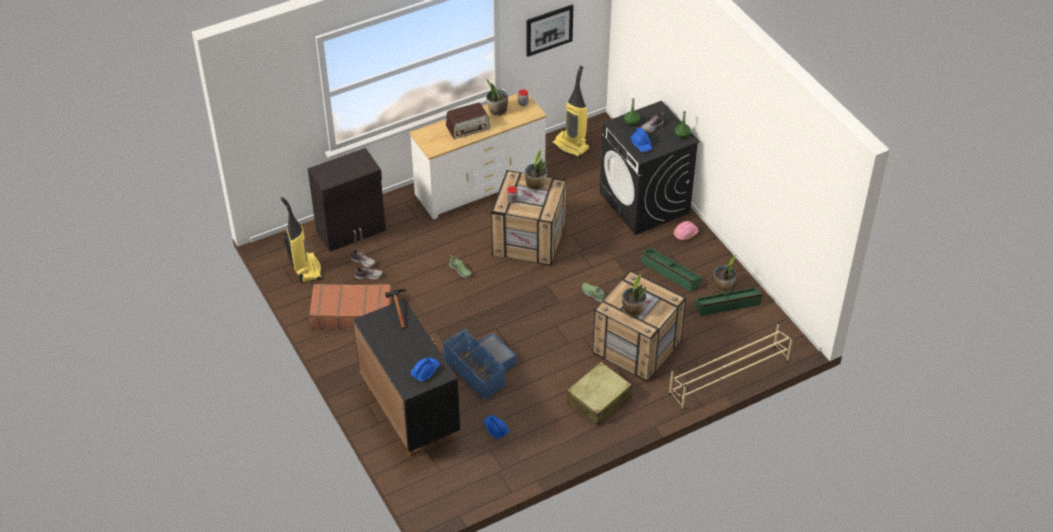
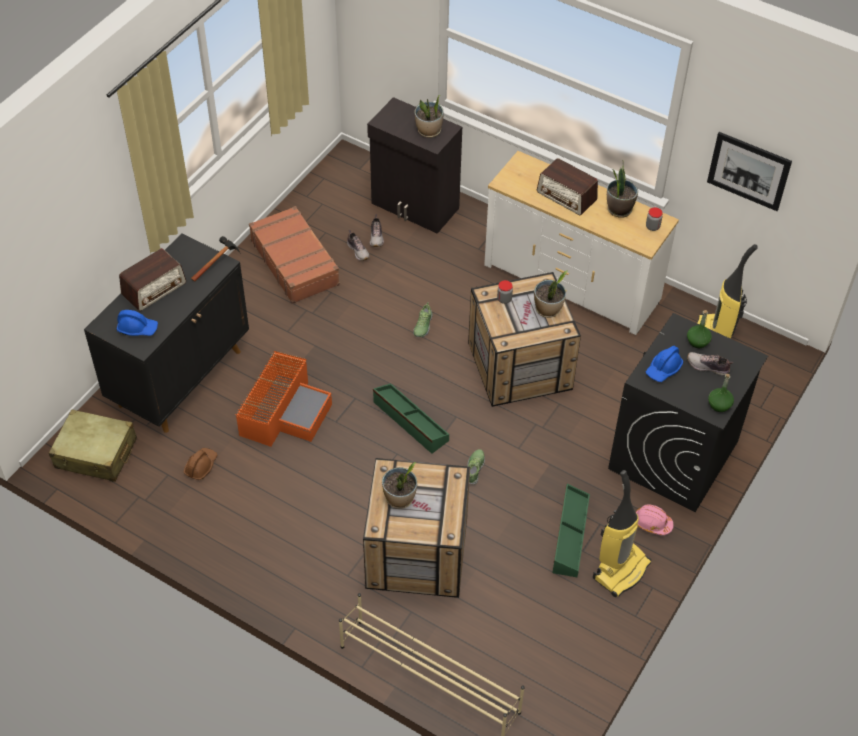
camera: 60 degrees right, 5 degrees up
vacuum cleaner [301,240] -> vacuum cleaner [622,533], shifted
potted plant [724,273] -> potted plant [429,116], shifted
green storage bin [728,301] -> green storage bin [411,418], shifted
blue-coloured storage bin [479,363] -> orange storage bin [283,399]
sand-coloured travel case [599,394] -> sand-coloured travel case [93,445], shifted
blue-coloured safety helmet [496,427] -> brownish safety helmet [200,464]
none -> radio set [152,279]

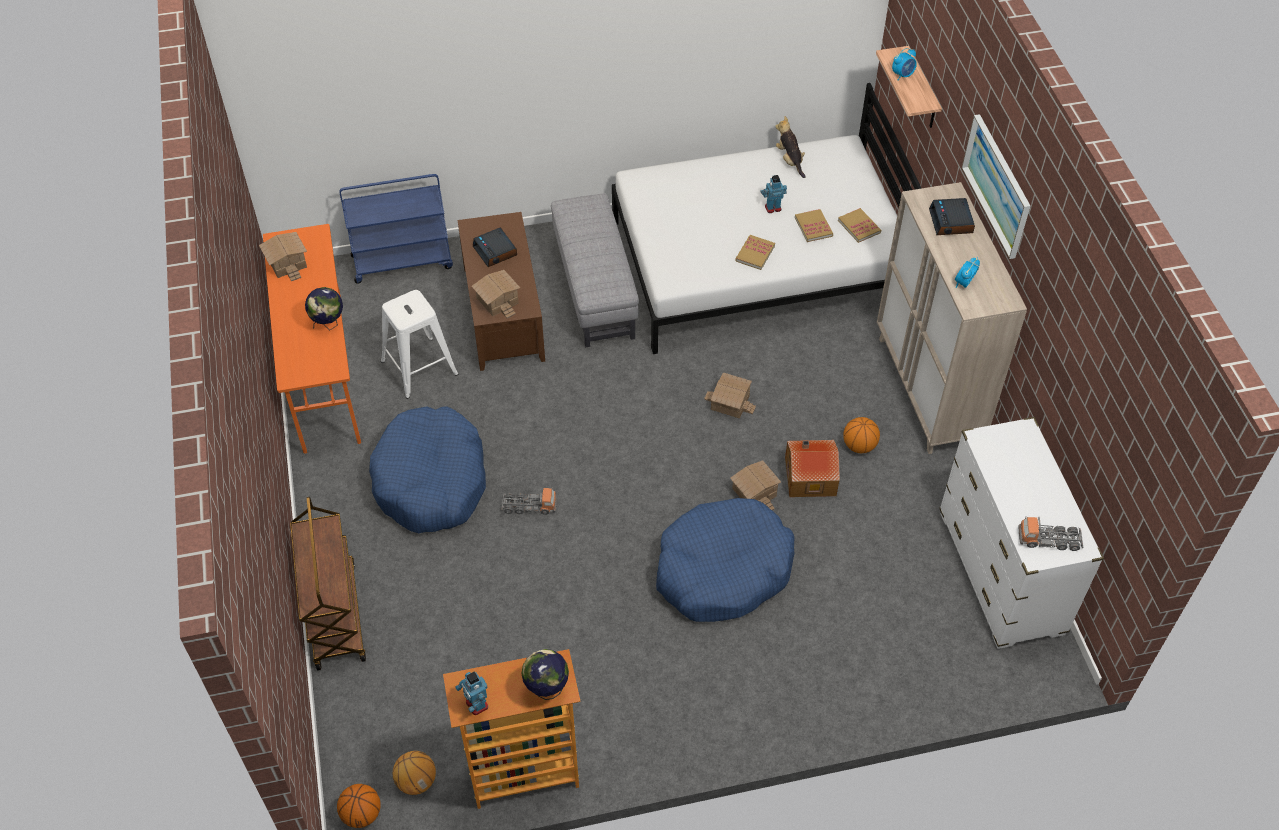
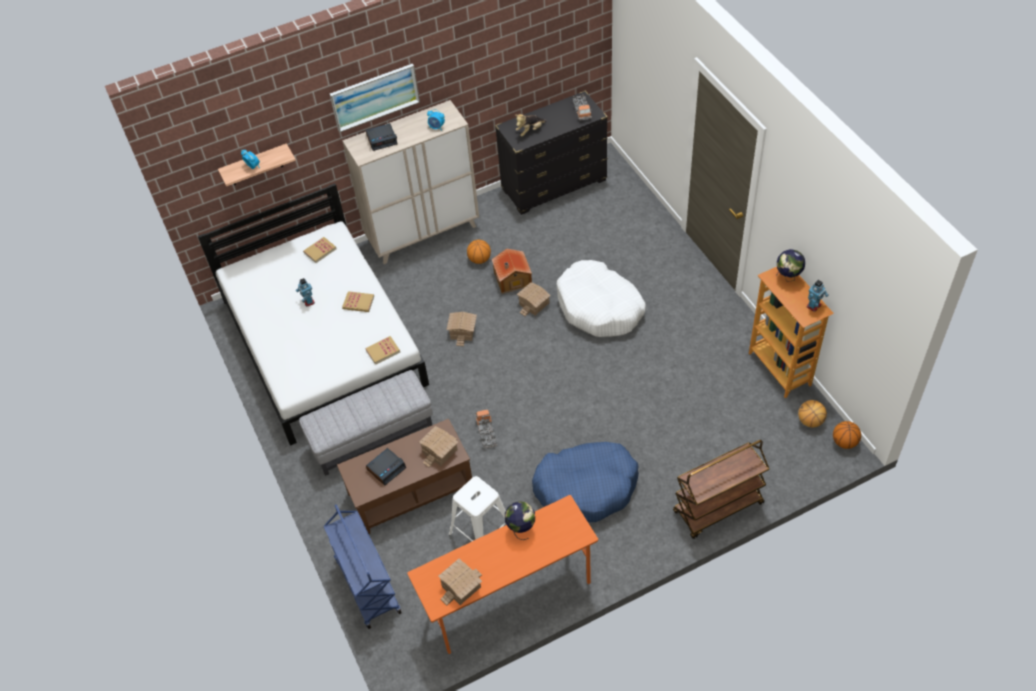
camera: 100 degrees left, 0 degrees up
soft toy [790,147] -> soft toy [531,125], shifted
volume [814,225] -> volume [382,350], shifted
white dresser [1021,533] -> black dresser [551,153]
model truck [529,501] -> model truck [486,429], shifted
blue-coloured pet bed [725,560] -> white pet bed [601,298]

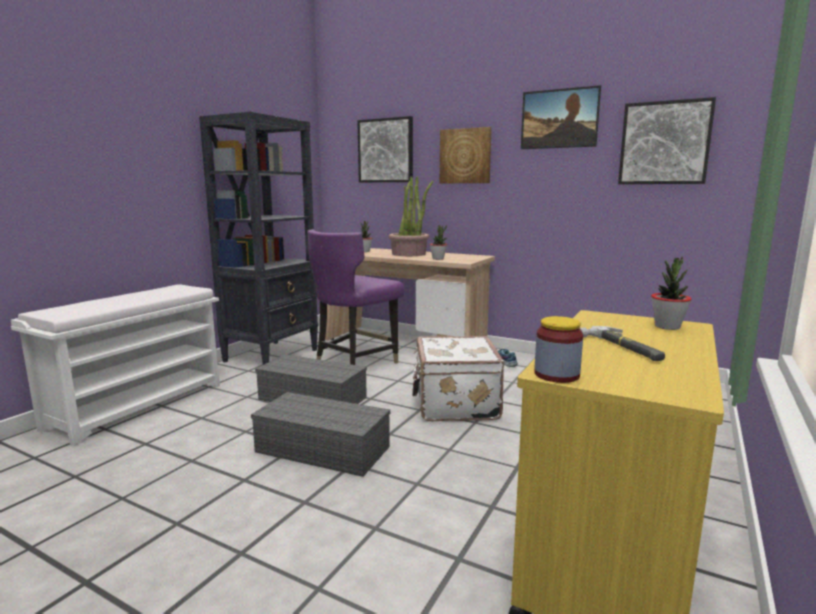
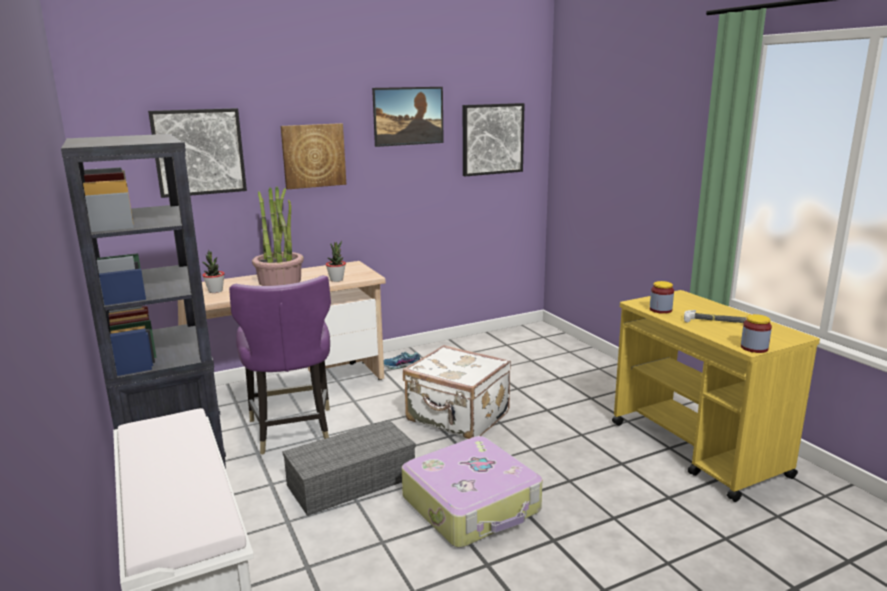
camera: 55 degrees left, 5 degrees up
potted plant [671,293] -> none
grey storage bin [320,434] -> travel case [472,491]
none -> jar [662,297]

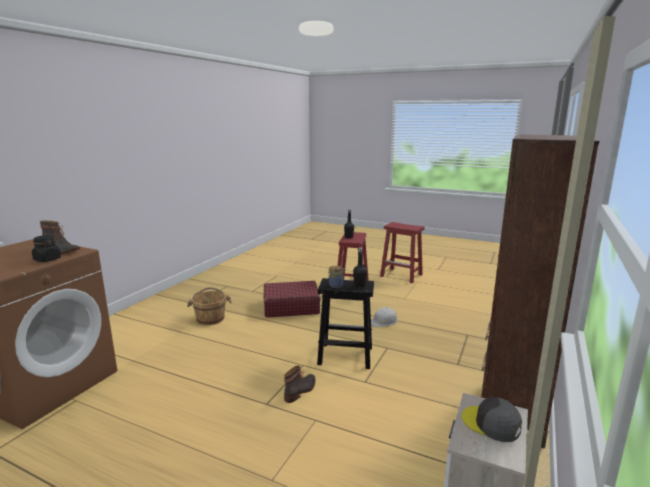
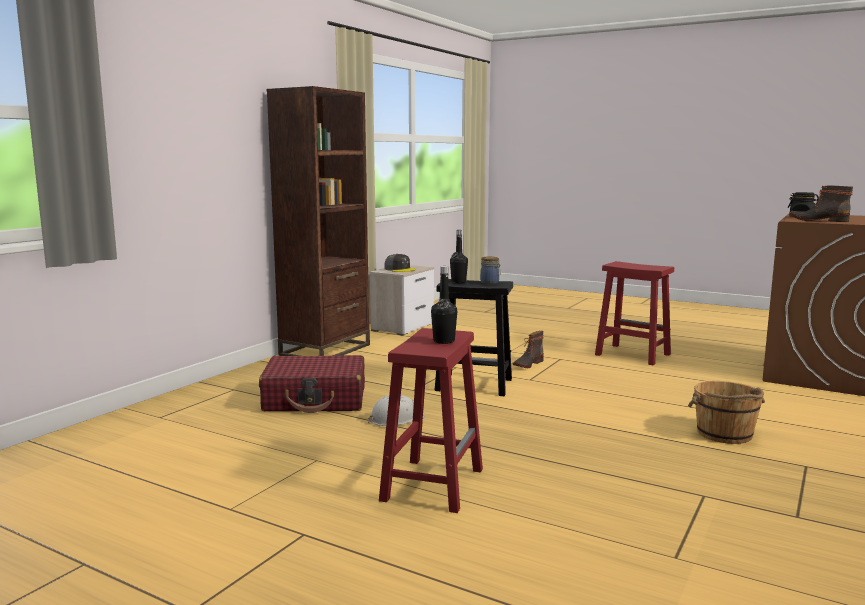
camera: 175 degrees left, 5 degrees down
reddish stool seat [402,252] -> reddish stool seat [634,313], shifted
reddish travel case [292,299] -> reddish travel case [312,384], shifted

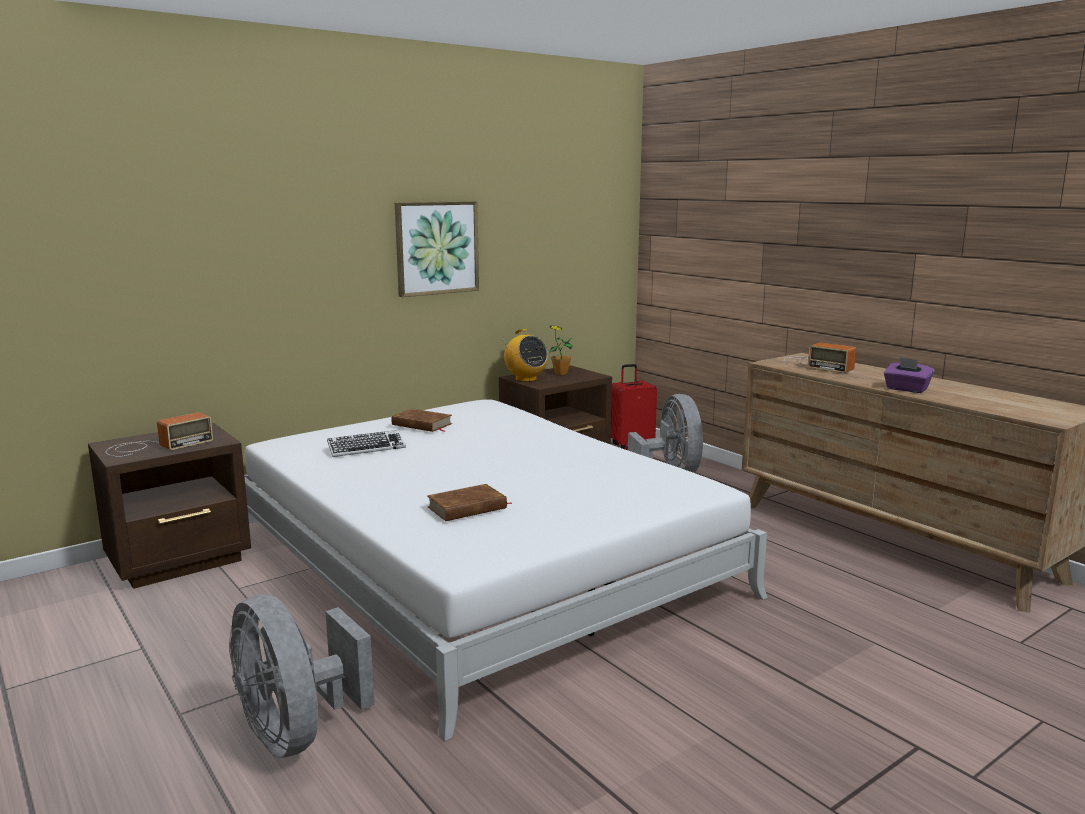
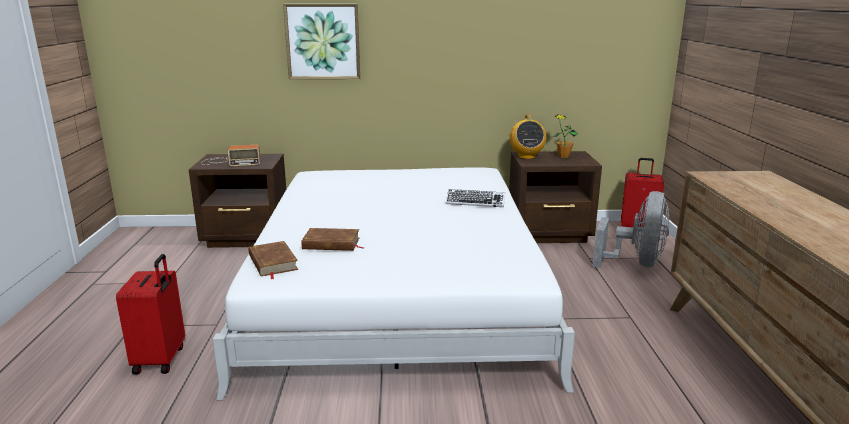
camera: 35 degrees right, 5 degrees up
wall art [437,249] -> wall art [321,41], shifted
radio set [820,358] -> none
purple tissue holder [909,375] -> none
brownish volume [421,420] -> brownish volume [273,260], shifted
PC keyboard [366,443] -> PC keyboard [475,198], shifted
grey electric fan [302,676] -> reddish travel case [150,314]

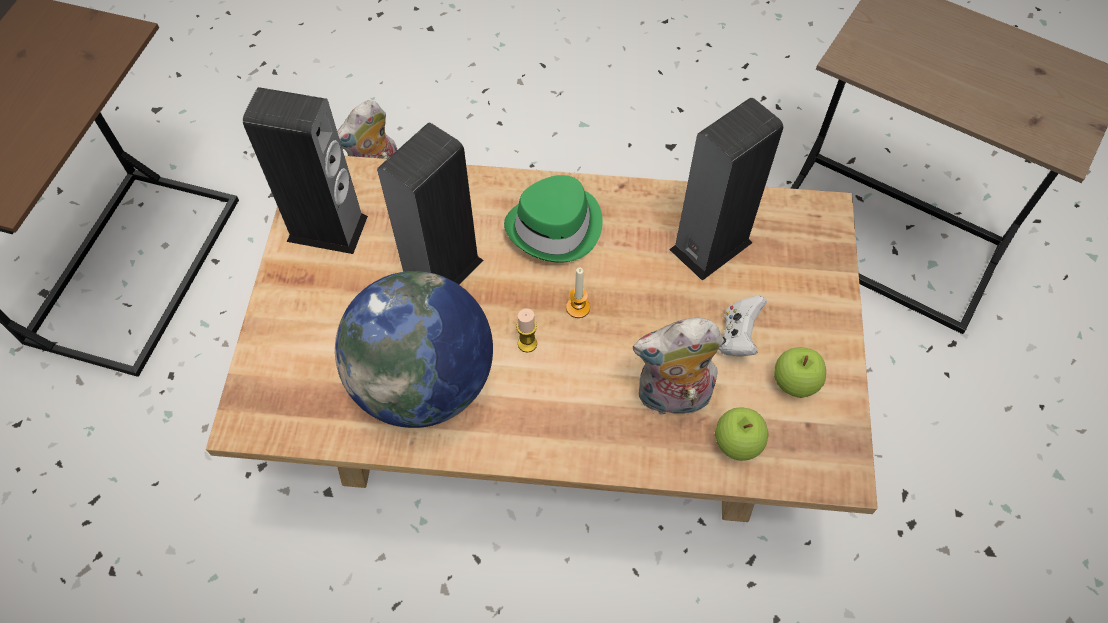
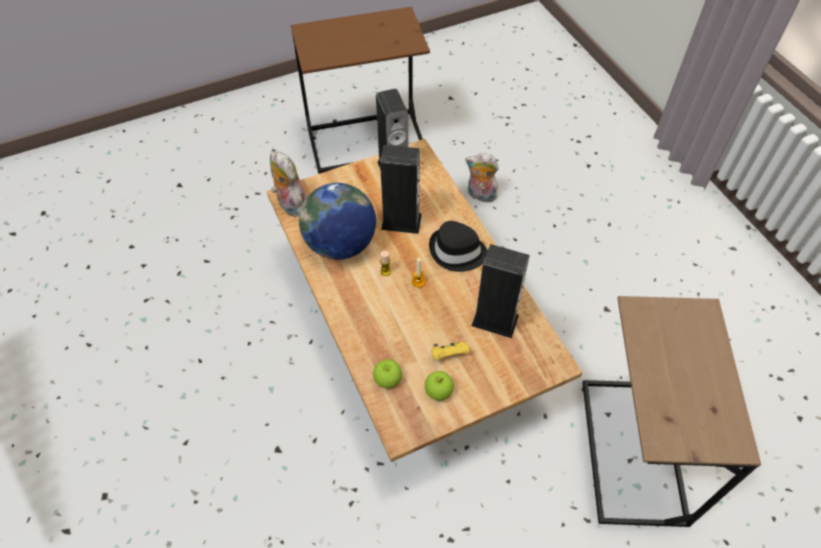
camera: 60 degrees right, 5 degrees down
green wearable hat [553,219] -> black wearable hat [458,246]
white game controller [742,326] -> yellow-coloured game controller [450,351]
soft toy [678,366] -> soft toy [288,184], shifted

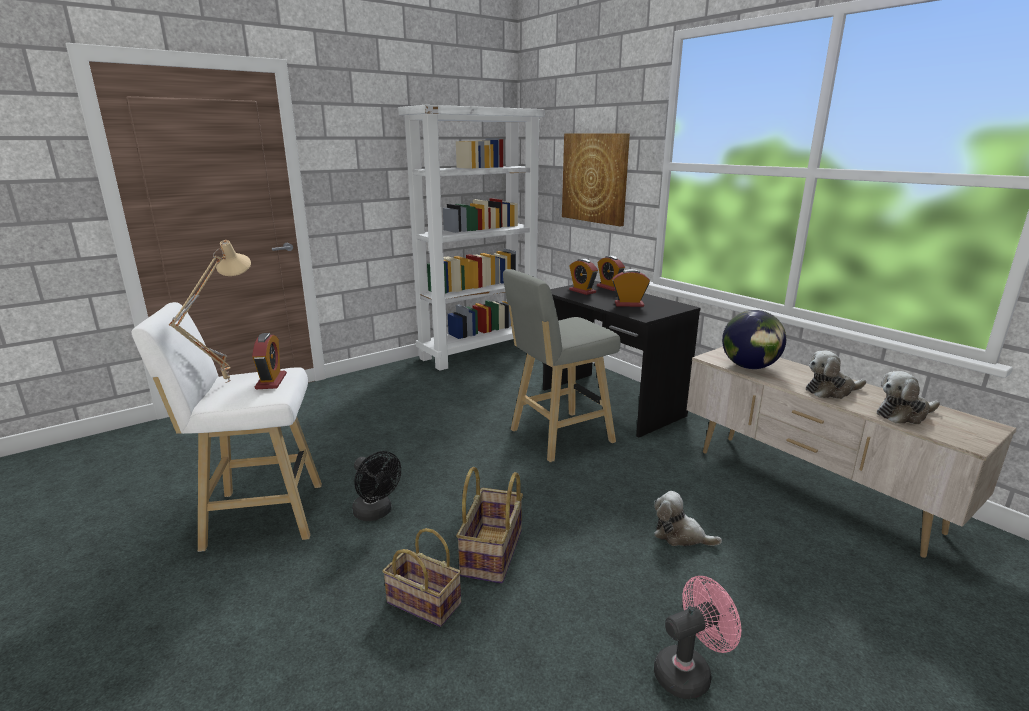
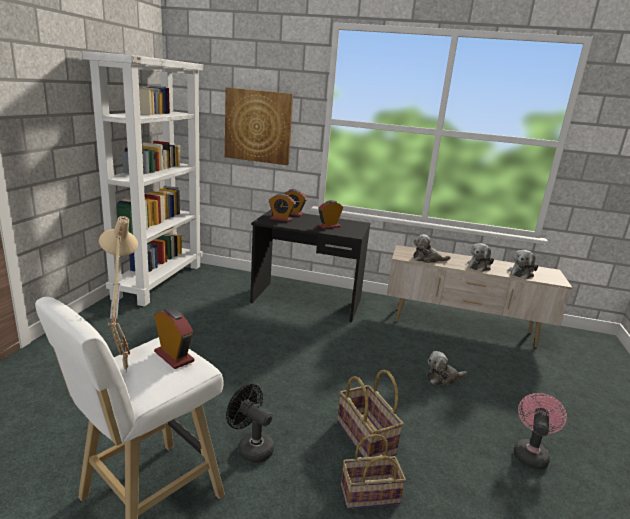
camera: 40 degrees left, 0 degrees up
grey stool seat [562,365] -> none
globe [754,339] -> soft toy [432,248]
black electric fan [376,486] -> black electric fan [250,423], 150 degrees counterclockwise

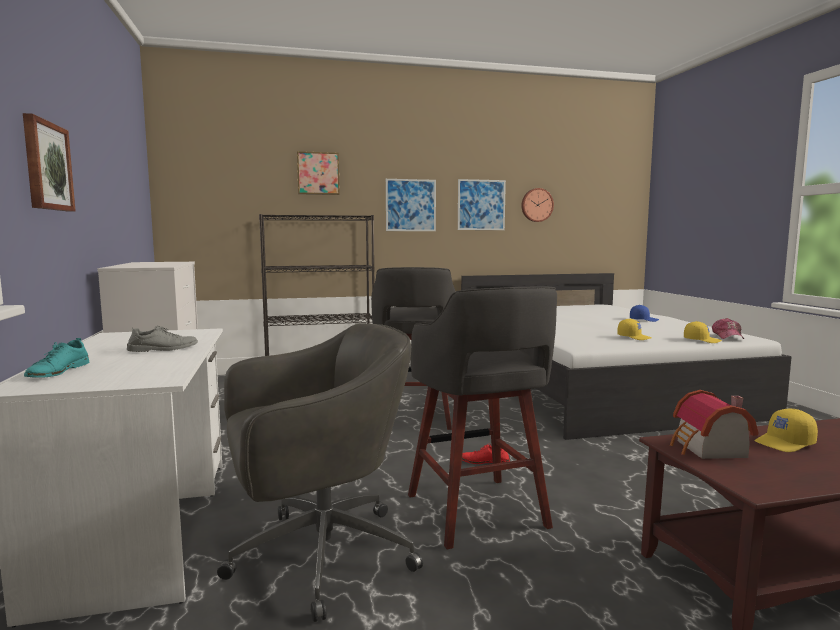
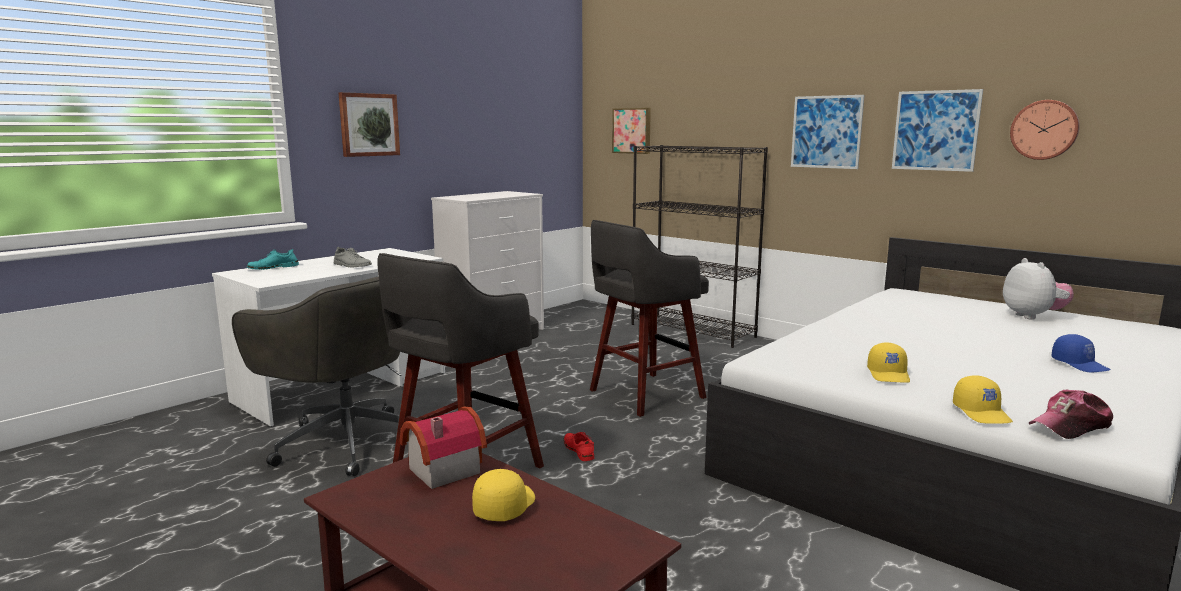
camera: 55 degrees right, 5 degrees up
wall art [318,173] -> wall art [631,131], shifted
yellow-coloured cap [786,430] -> yellow-coloured cap [503,495], 75 degrees clockwise
none -> soft toy [1038,289]

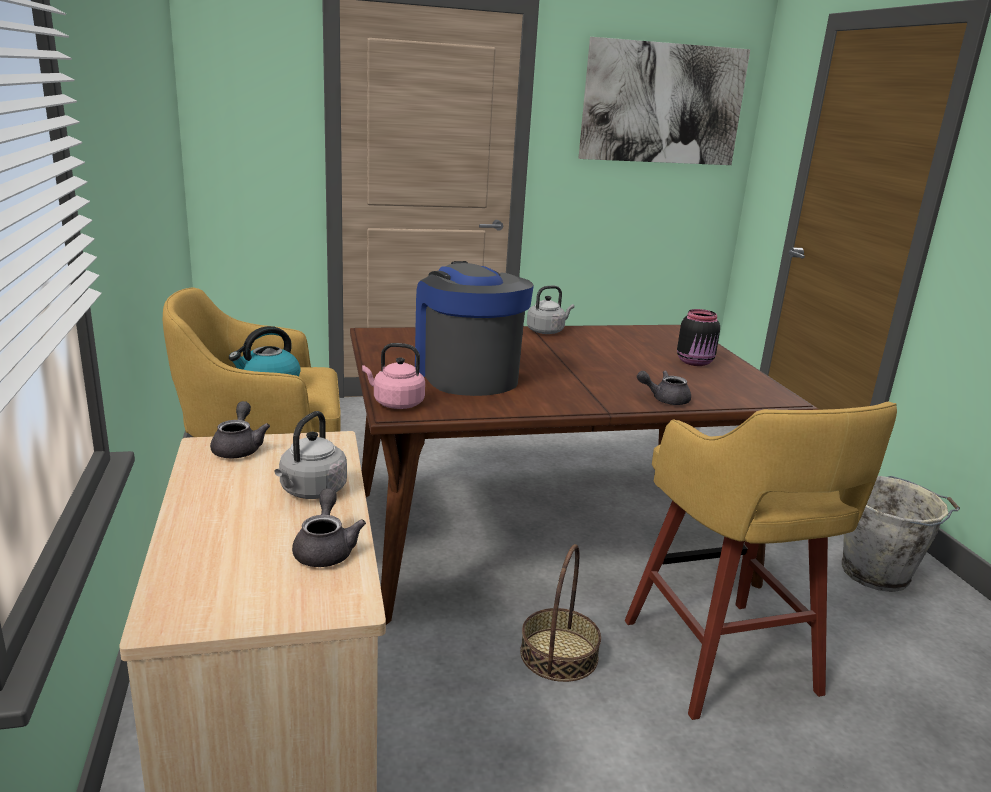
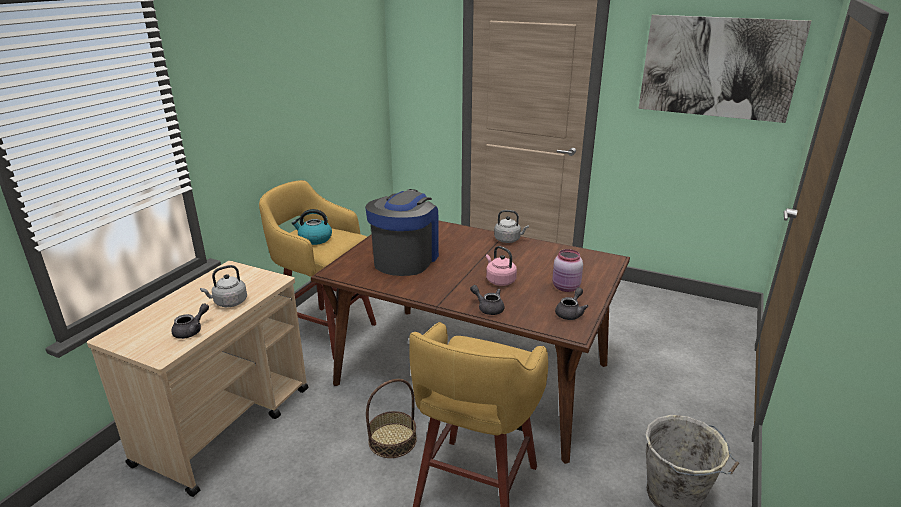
camera: 40 degrees right, 5 degrees up
black jar [698,337] -> pink-coloured jar [568,270]
pink-coloured water kettle [393,376] -> pink-coloured water kettle [501,266], shifted
grey teapot [240,429] -> grey teapot [572,303], shifted

